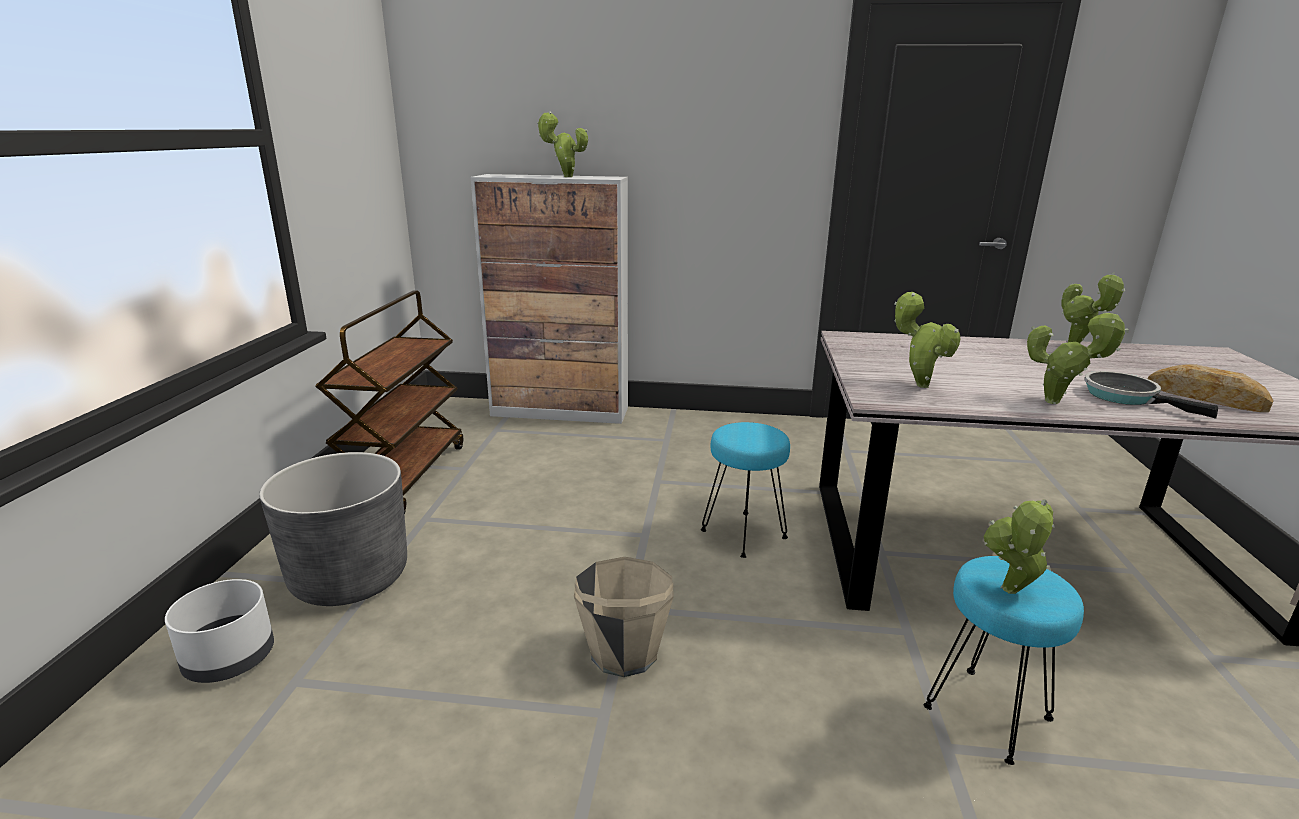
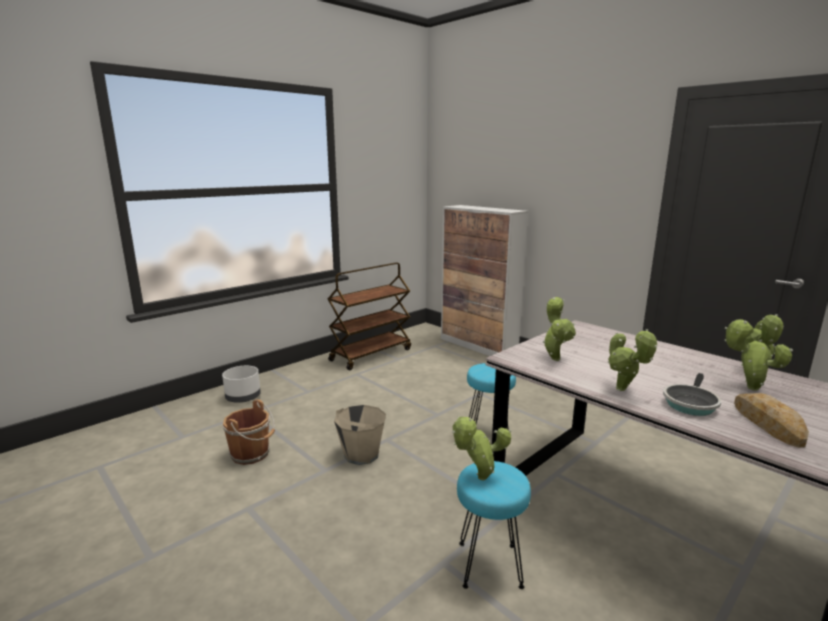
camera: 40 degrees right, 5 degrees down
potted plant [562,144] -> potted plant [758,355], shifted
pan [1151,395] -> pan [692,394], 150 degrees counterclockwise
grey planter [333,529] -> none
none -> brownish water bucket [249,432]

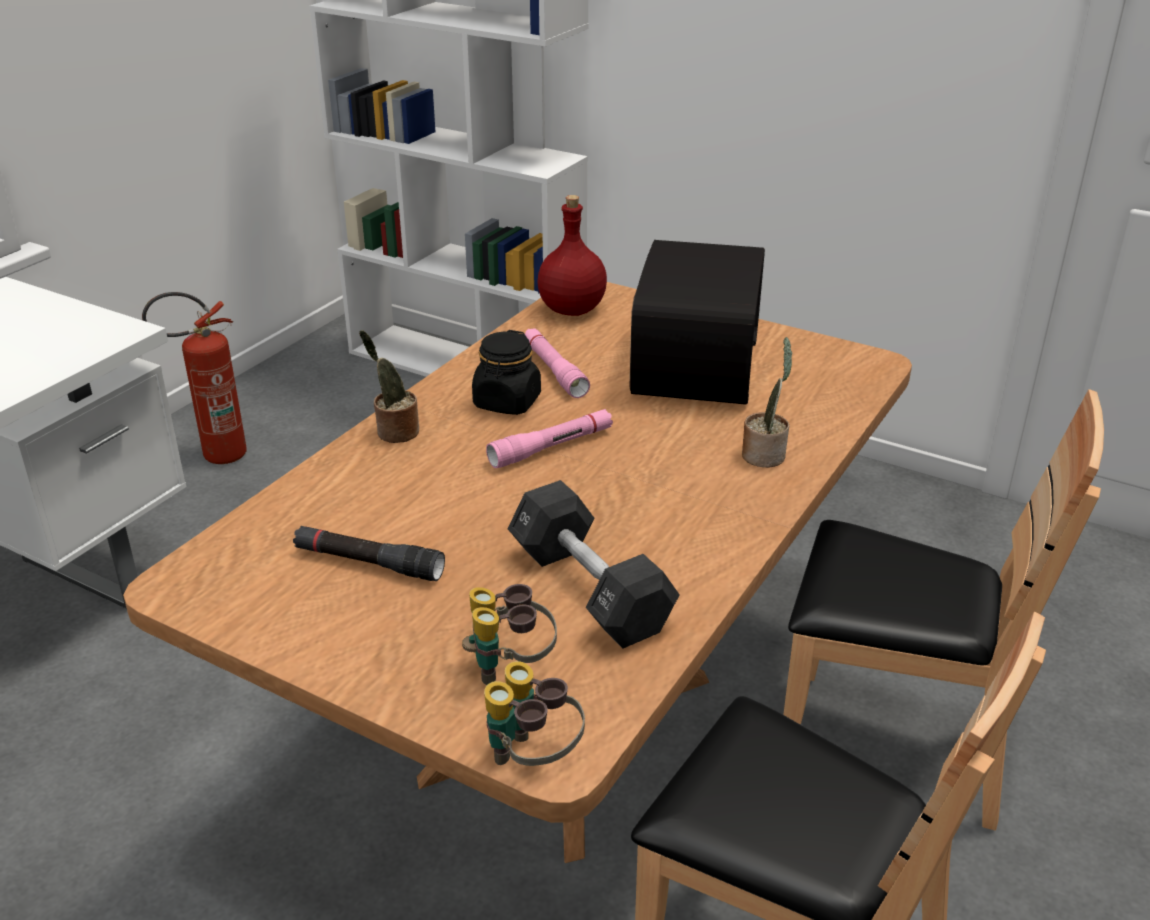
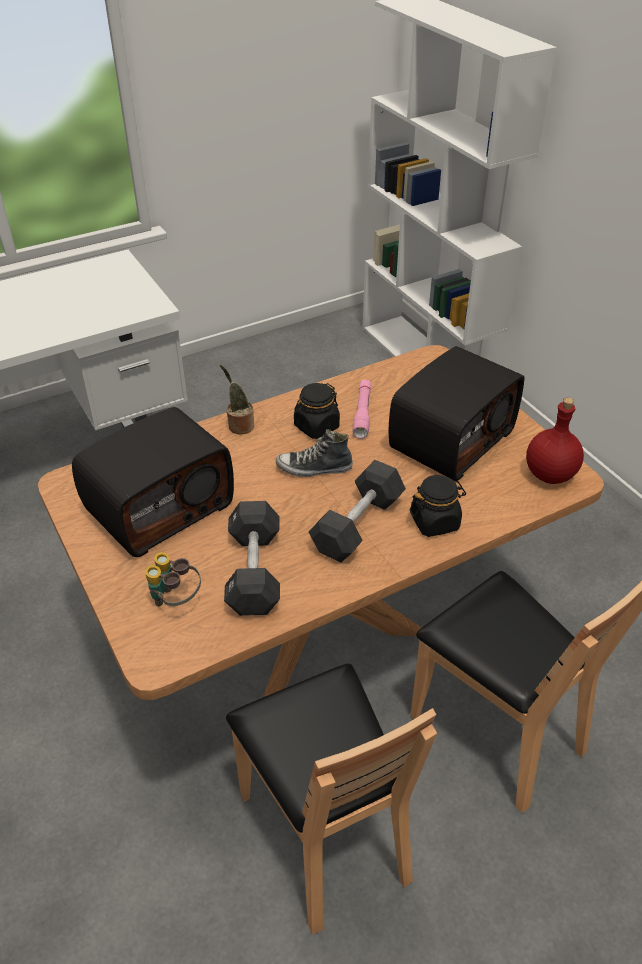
camera: 30 degrees right, 10 degrees up
reddish bottle [572,255] -> reddish bottle [555,441], shifted
fire extinguisher [194,378] -> none
potted plant [767,402] -> black jar [438,506]
pink-coloured hand torch [549,438] -> low shoe [314,453]
black hand torch [369,553] -> radio set [153,482]
pair of binoculars [534,713] -> none
none -> black hand weight [357,511]

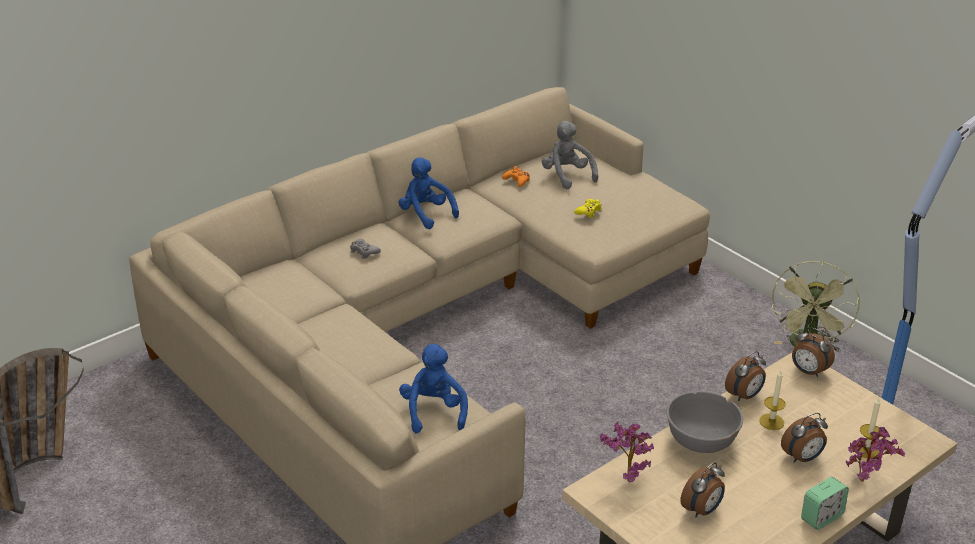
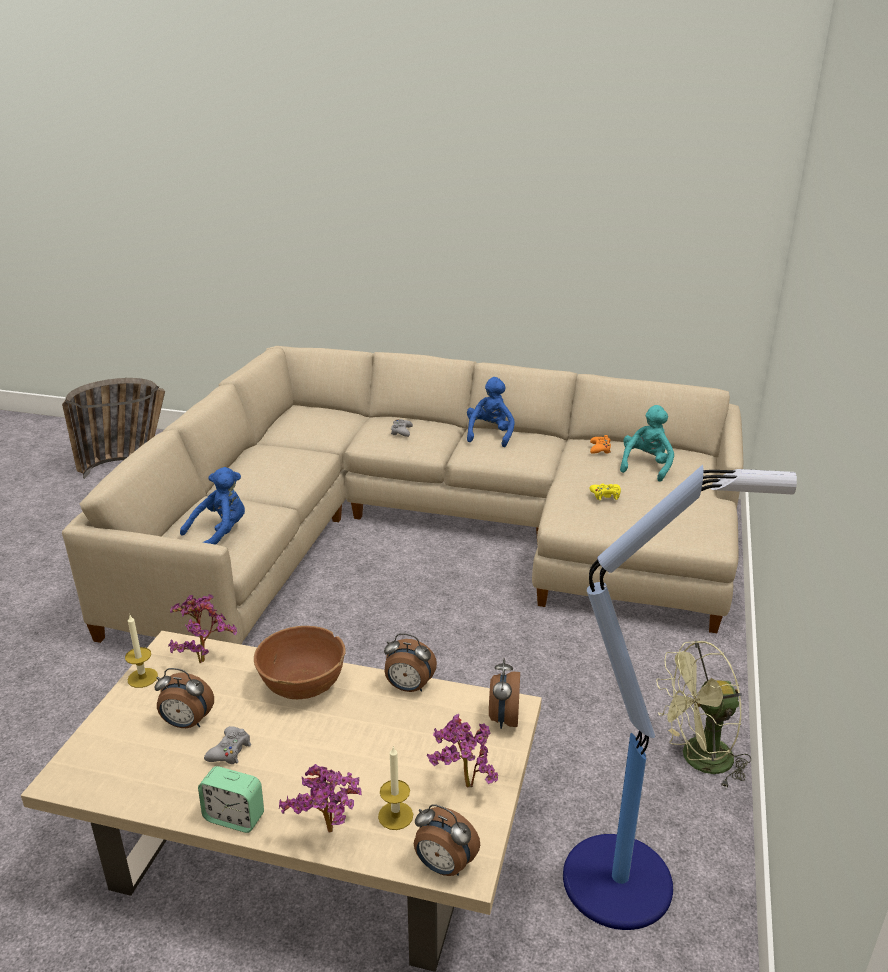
camera: 55 degrees right, 5 degrees down
grey soft toy [570,155] -> turquoise-coloured soft toy [647,443]
wax light [772,400] -> wax light [141,651], shifted
grey deep dish [705,422] -> brownish deep dish [300,662]
table clock [804,438] -> table clock [447,840], shifted
none -> potted plant [462,751]
none -> grey game controller [227,745]

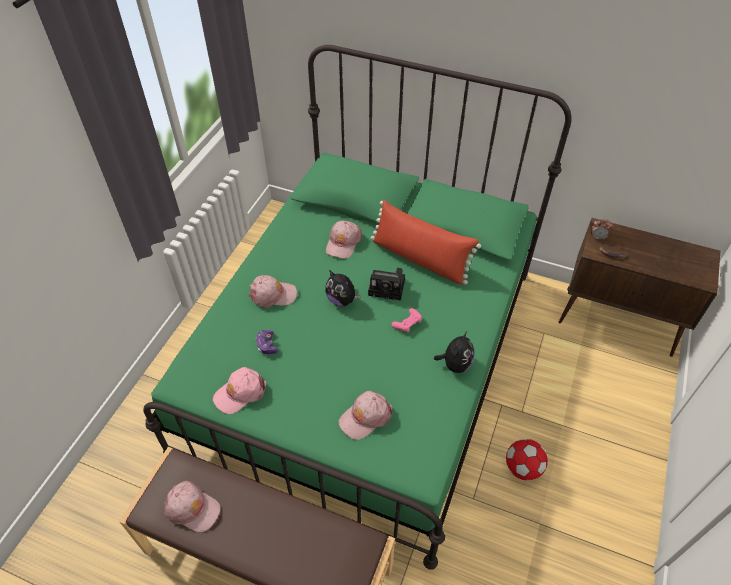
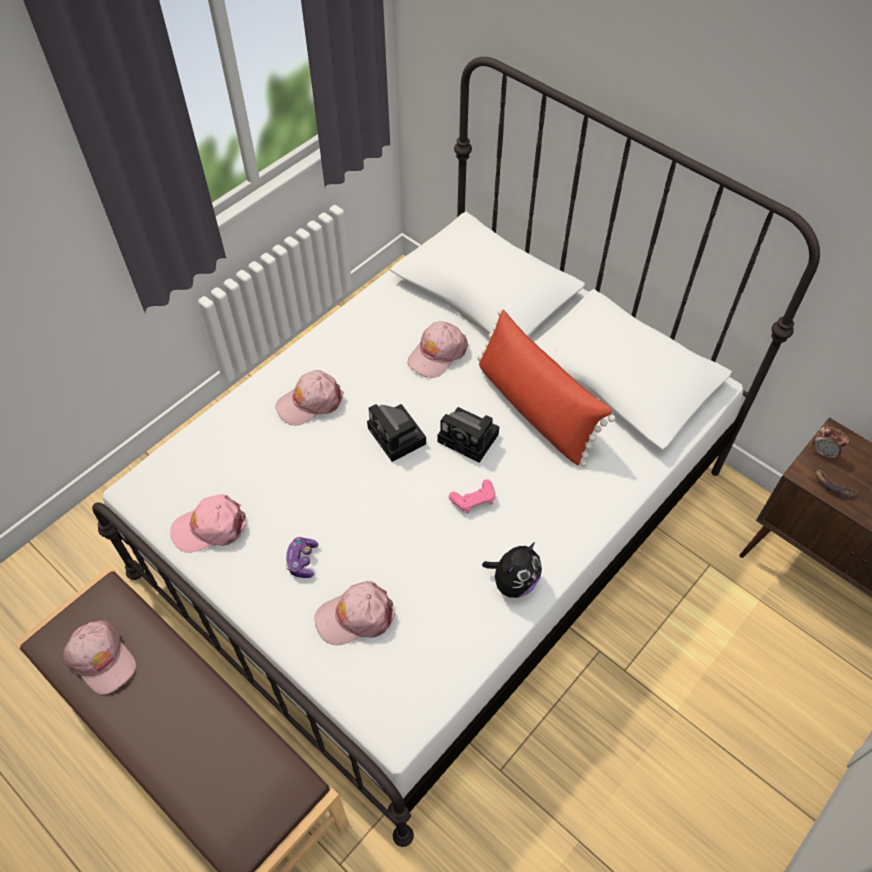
camera: 20 degrees right, 5 degrees up
green bedroom bed [357,307] -> white bedroom bed [456,452]
soft toy [343,288] -> still camera [396,433]
pink-coloured cap [273,291] -> pink-coloured cap [309,398], 135 degrees clockwise
game controller [267,342] -> game controller [301,557], shifted
football [527,460] -> none

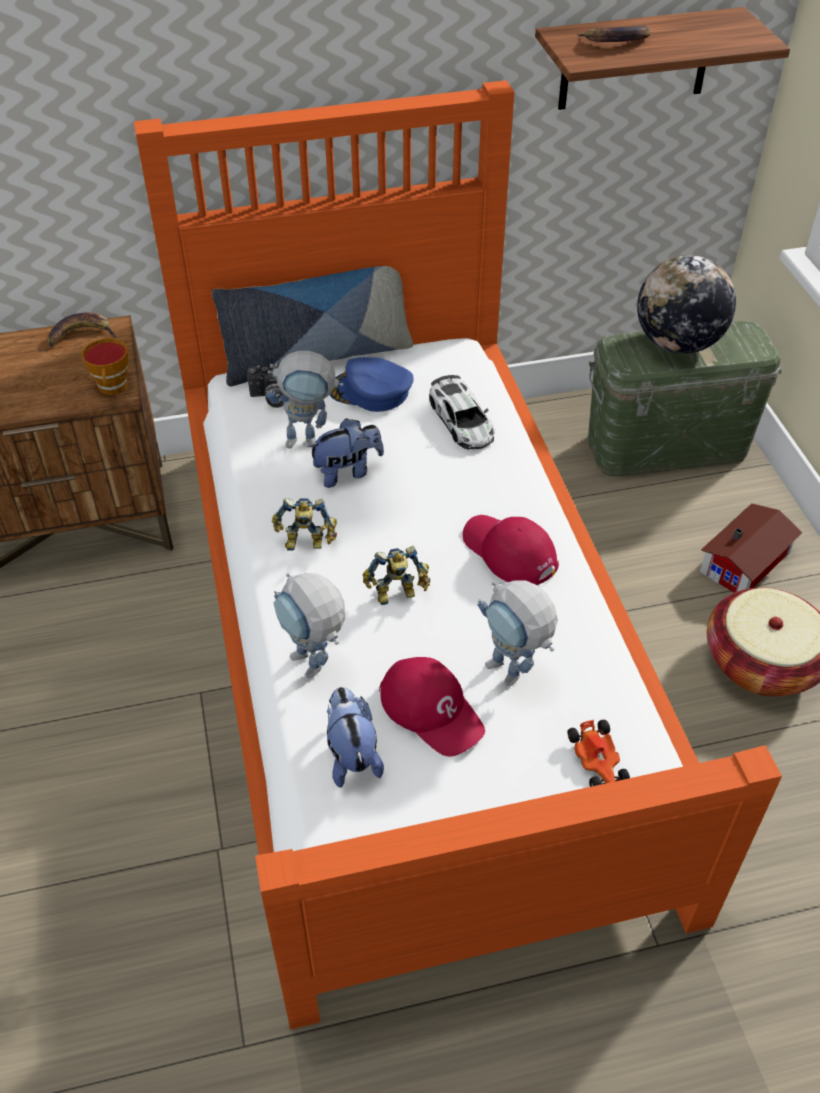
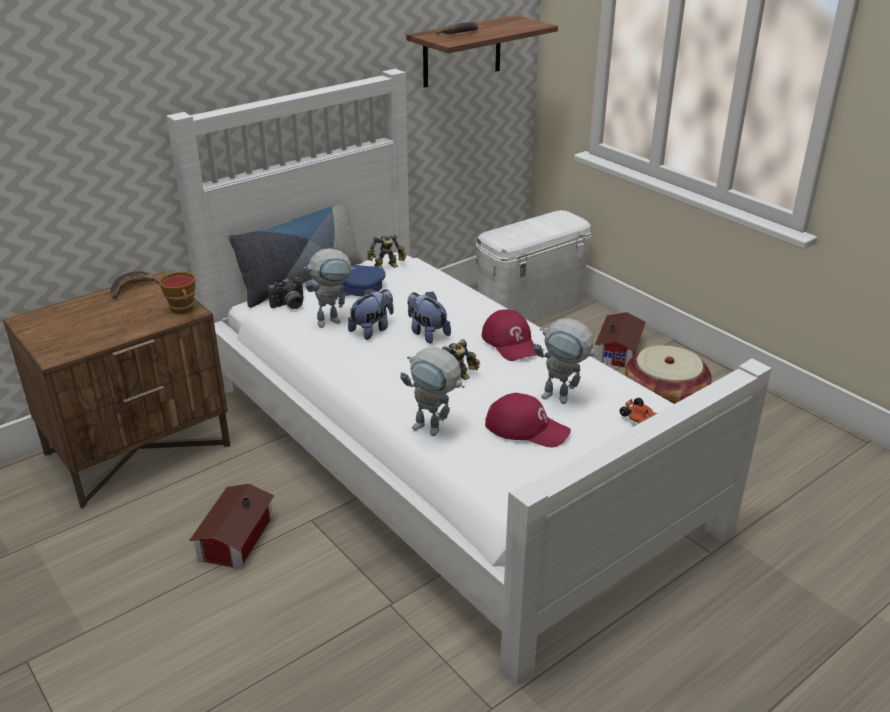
camera: 25 degrees left, 15 degrees down
orange bedroom bed [458,555] -> white bedroom bed [469,377]
globe [686,304] -> none
green storage bin [684,399] -> white storage bin [533,266]
toy car [461,412] -> none
model robot [304,524] -> model robot [386,251], shifted
reddish cap [510,550] -> reddish cap [509,335], 135 degrees counterclockwise
soft toy [355,737] -> soft toy [429,318], shifted
none -> miniature house [231,526]

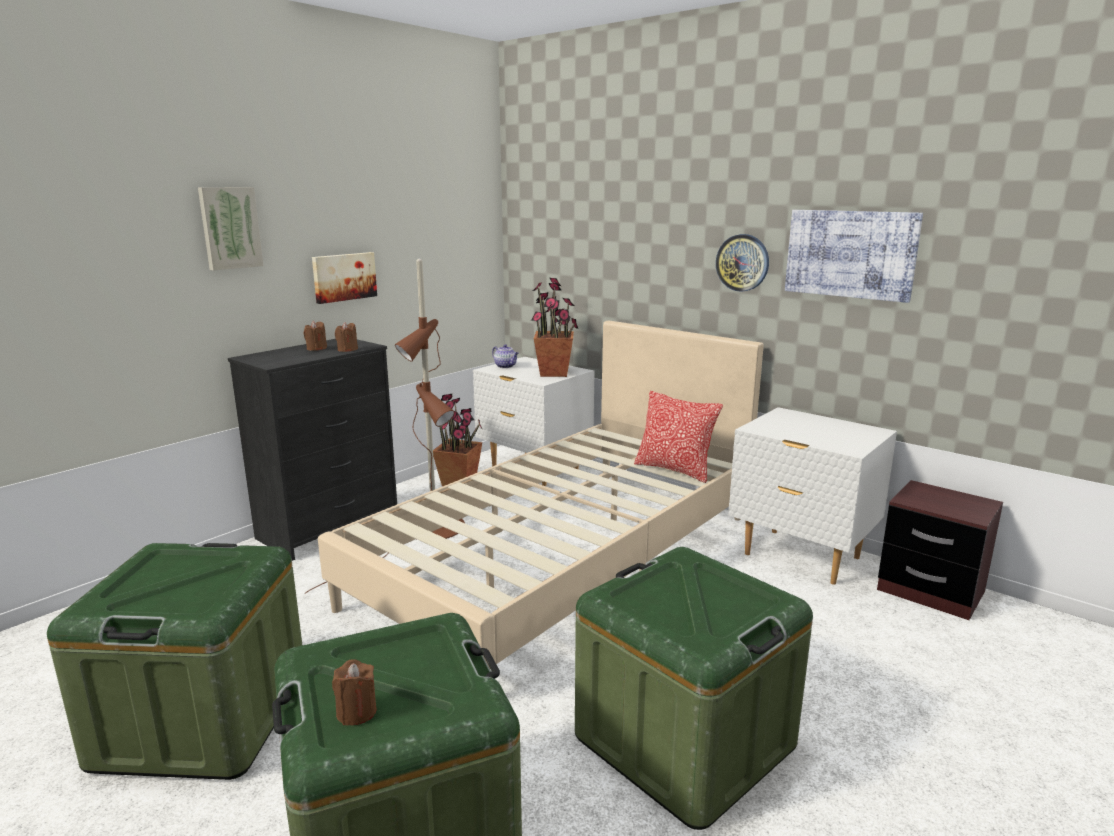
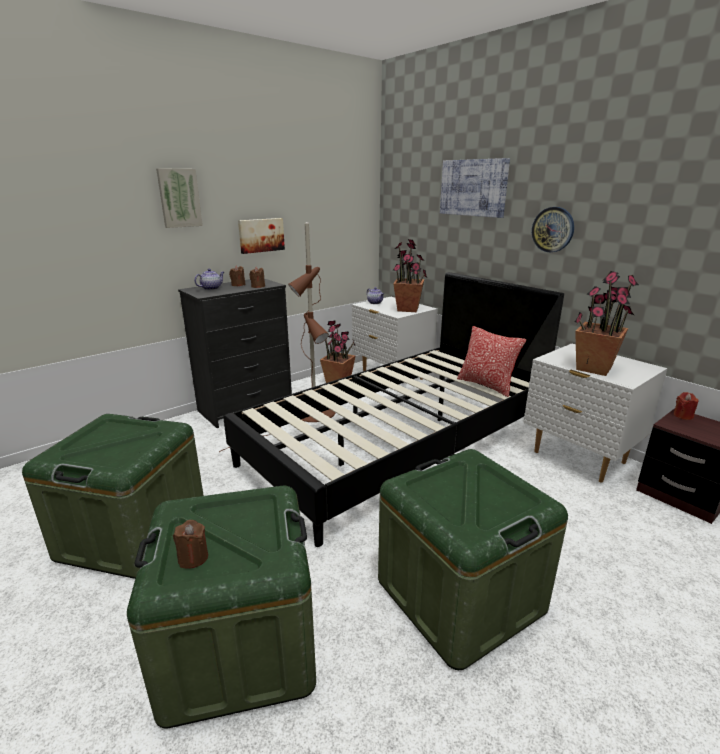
camera: 10 degrees right, 5 degrees up
wall art [854,256] -> wall art [475,188], shifted
sand-coloured bedroom bed [541,494] -> black bedroom bed [393,409]
none -> teapot [209,279]
none -> potted plant [607,323]
none -> reddish wax light [686,406]

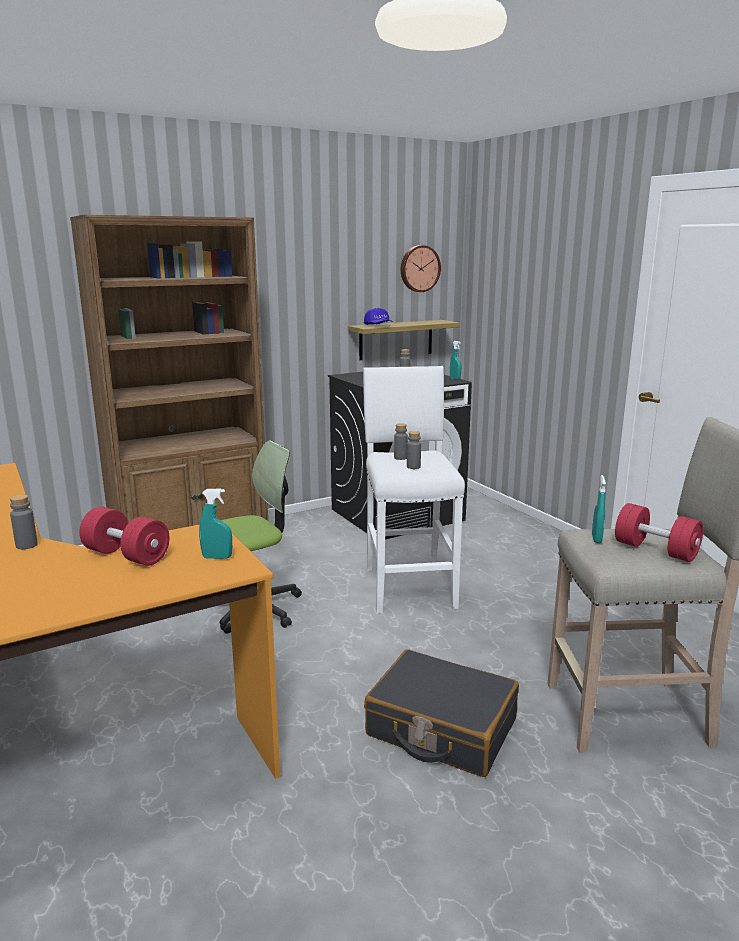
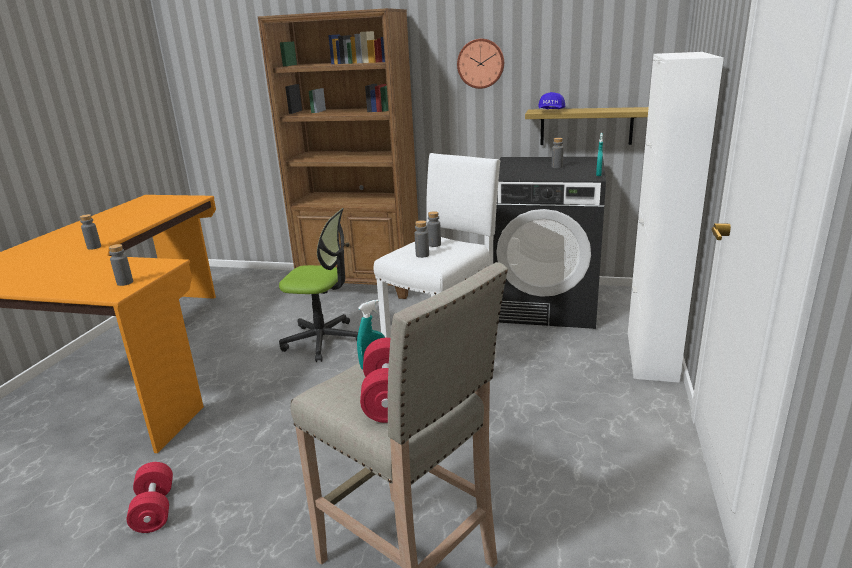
camera: 45 degrees right, 5 degrees up
clock on the wall [421,268] -> clock on the wall [480,64], shifted
turquoise-coloured sprayer [215,524] -> grey bottle [121,265]
reddish hand weight [124,536] -> reddish hand weight [150,497], shifted
black travel case [441,713] -> none
none -> white cabinet [676,217]

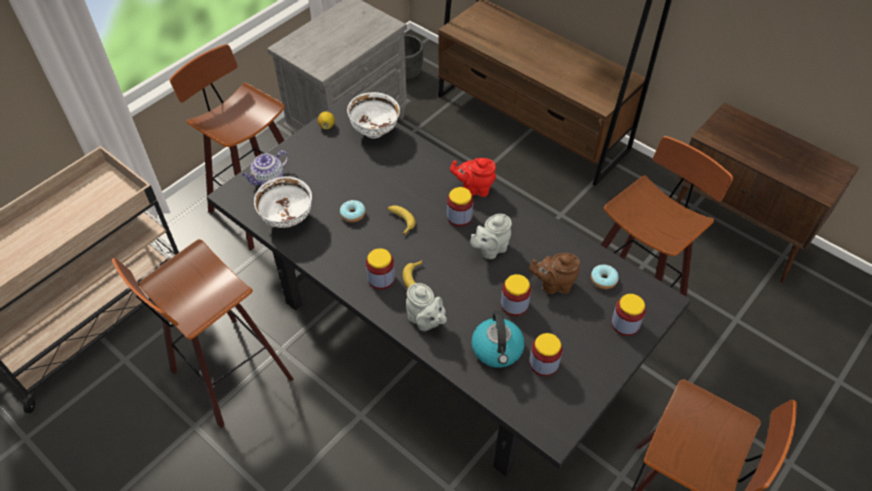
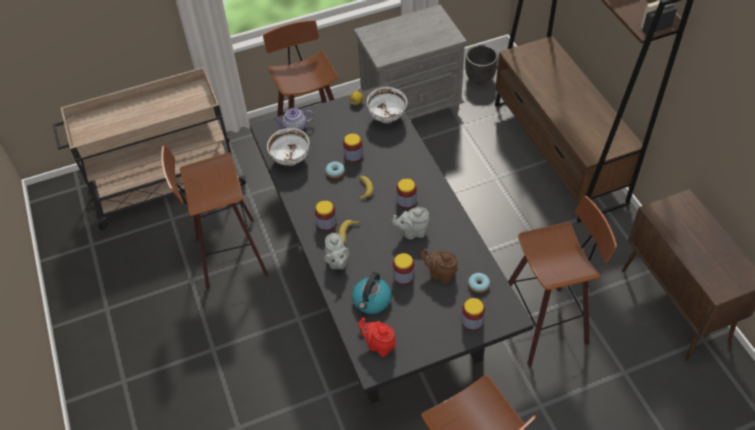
camera: 30 degrees right, 0 degrees up
reddish teapot [473,177] -> reddish teapot [377,337], shifted
jar [546,354] -> jar [353,148], shifted

